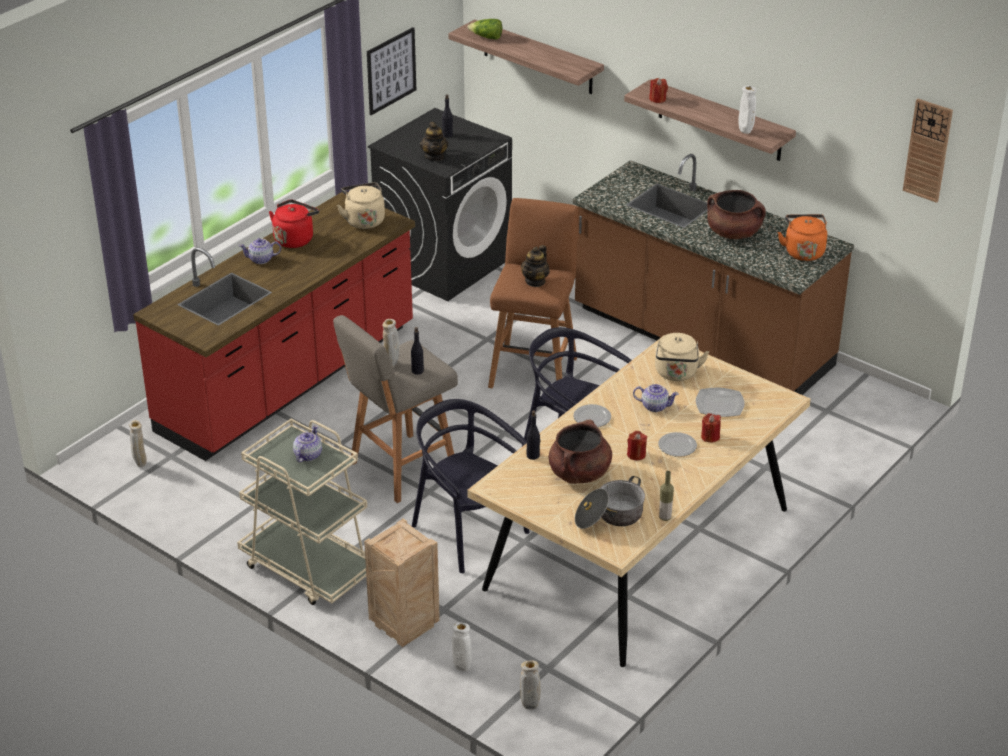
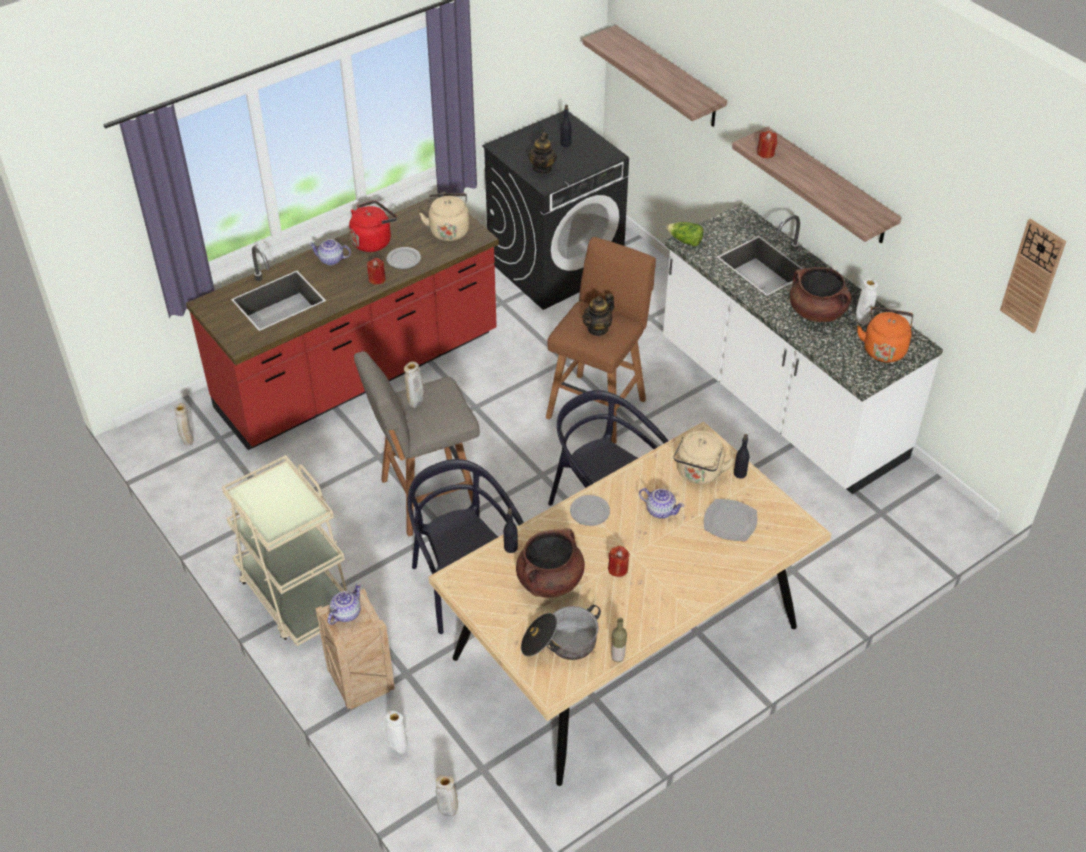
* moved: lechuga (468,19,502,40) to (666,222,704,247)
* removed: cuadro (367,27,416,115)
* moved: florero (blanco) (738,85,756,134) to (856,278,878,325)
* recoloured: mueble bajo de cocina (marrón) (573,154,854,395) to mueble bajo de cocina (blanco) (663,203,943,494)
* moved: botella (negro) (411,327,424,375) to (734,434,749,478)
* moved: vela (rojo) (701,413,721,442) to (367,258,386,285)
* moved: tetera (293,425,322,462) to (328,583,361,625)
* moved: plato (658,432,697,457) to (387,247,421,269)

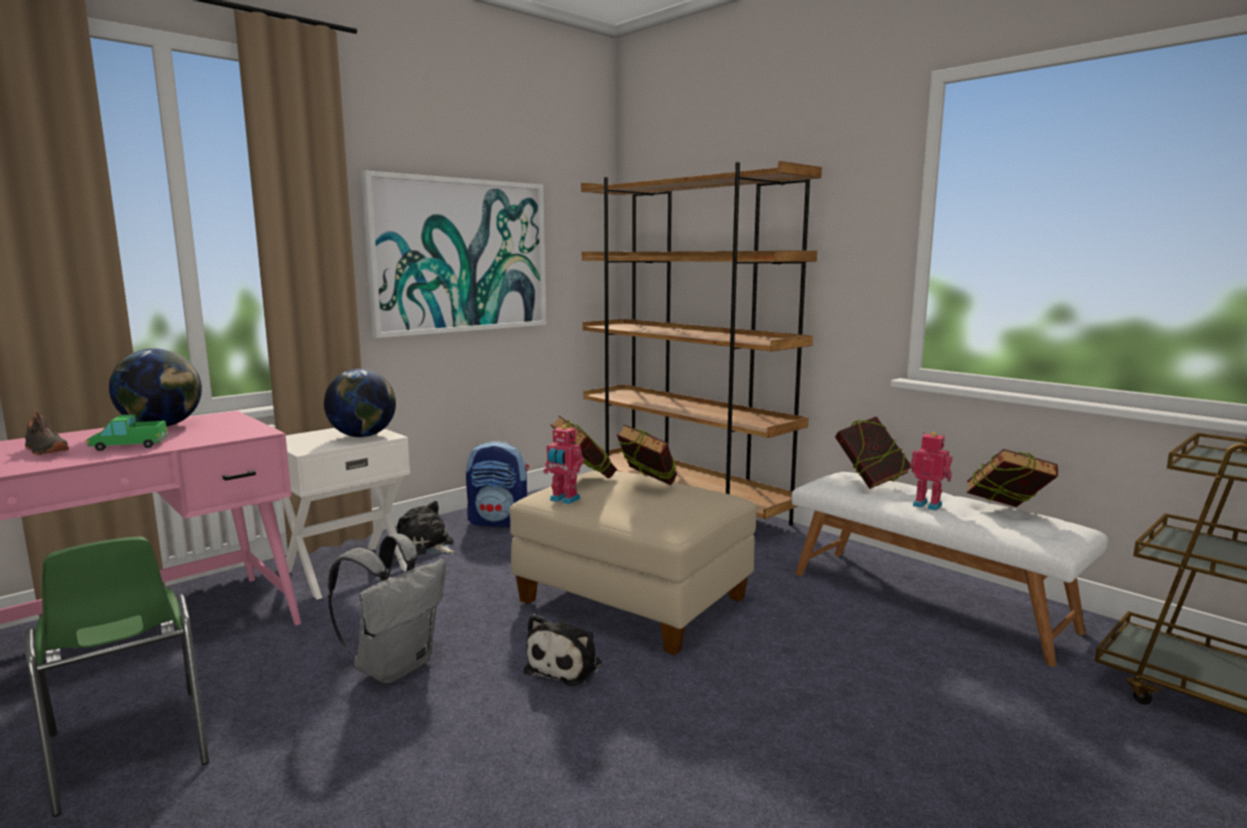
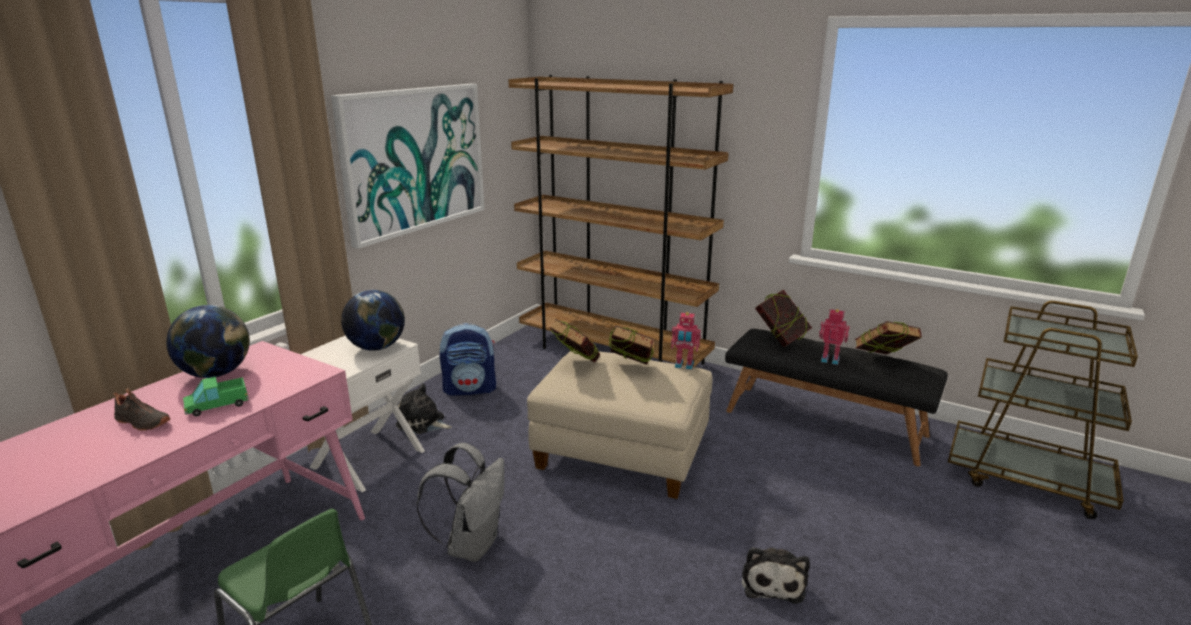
* moved: robot de juguete (543,425,584,504) to (671,312,701,370)
* recoloured: banco (blanco) (792,472,1108,667) to banco (negro) (725,329,948,466)
* moved: peluche (524,614,602,686) to (742,547,810,604)

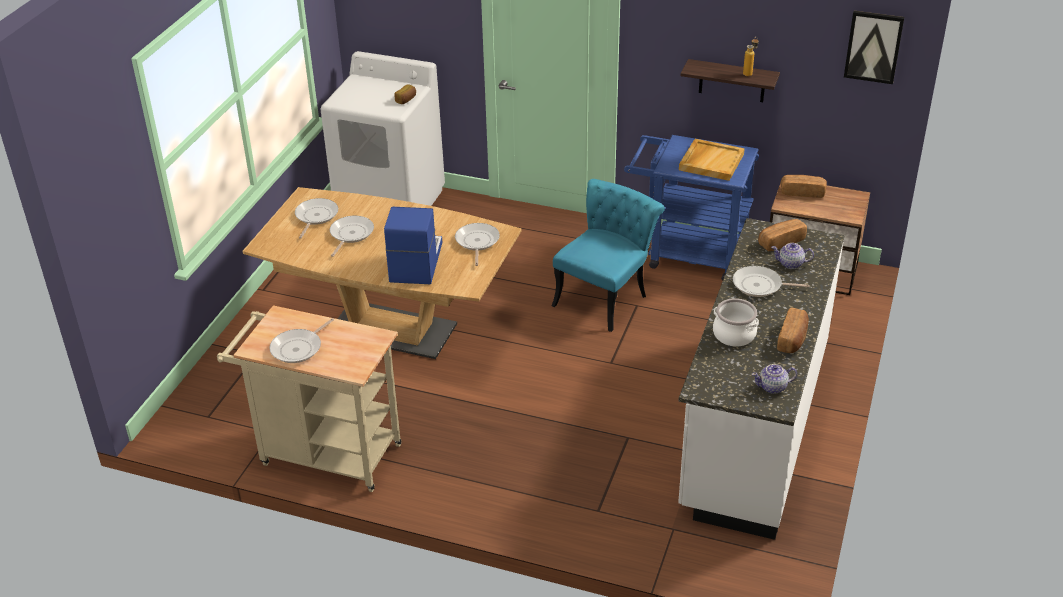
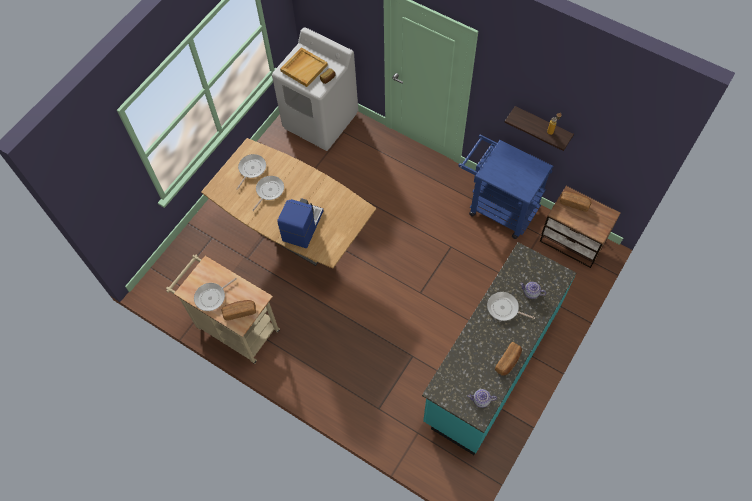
* removed: cuadro (844,11,904,84)
* moved: bandeja (beis) (679,139,745,181) to (280,47,328,87)
* removed: silla (turquesa) (552,179,665,332)
* recoloured: mueble bajo de cocina (blanco) (678,218,844,540) to mueble bajo de cocina (turquesa) (422,242,576,455)
* moved: pan (758,219,807,251) to (221,300,256,321)
* removed: sartén (455,223,500,266)
* removed: olla (713,298,759,346)

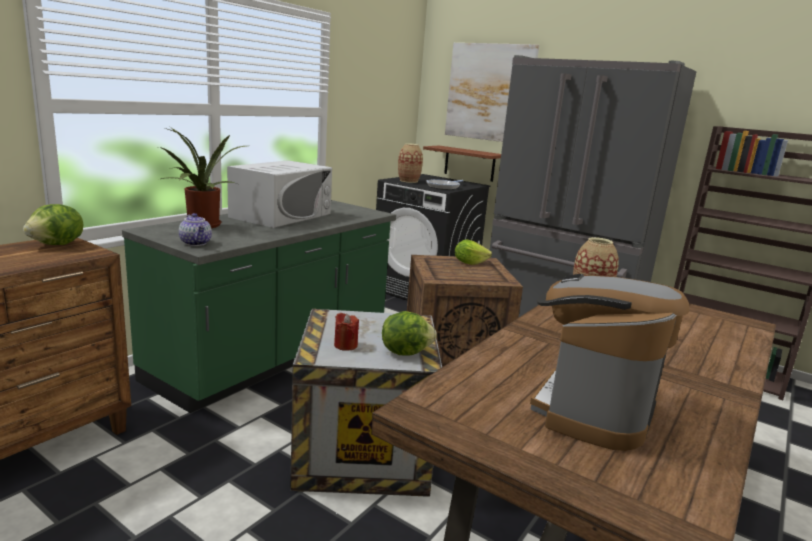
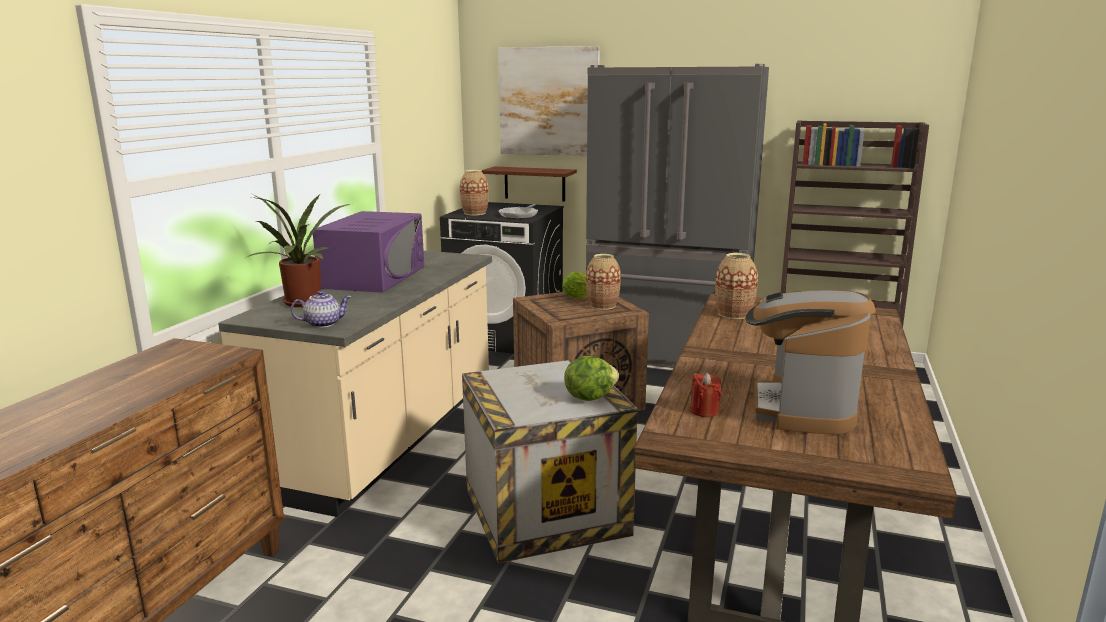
* recoloured: microondas (blanco) (227,160,332,228) to microondas (morado) (313,211,424,293)
* recoloured: mueble bajo de cocina (verde) (122,200,396,413) to mueble bajo de cocina (beis) (218,251,492,517)
* removed: lechuga (23,204,83,245)
* turned: tetera (179,213,212,246) = (291,290,351,328) 60 degrees counterclockwise
* moved: vela (rojo) (334,313,359,351) to (690,372,721,417)
* added: florero (586,254,621,310)

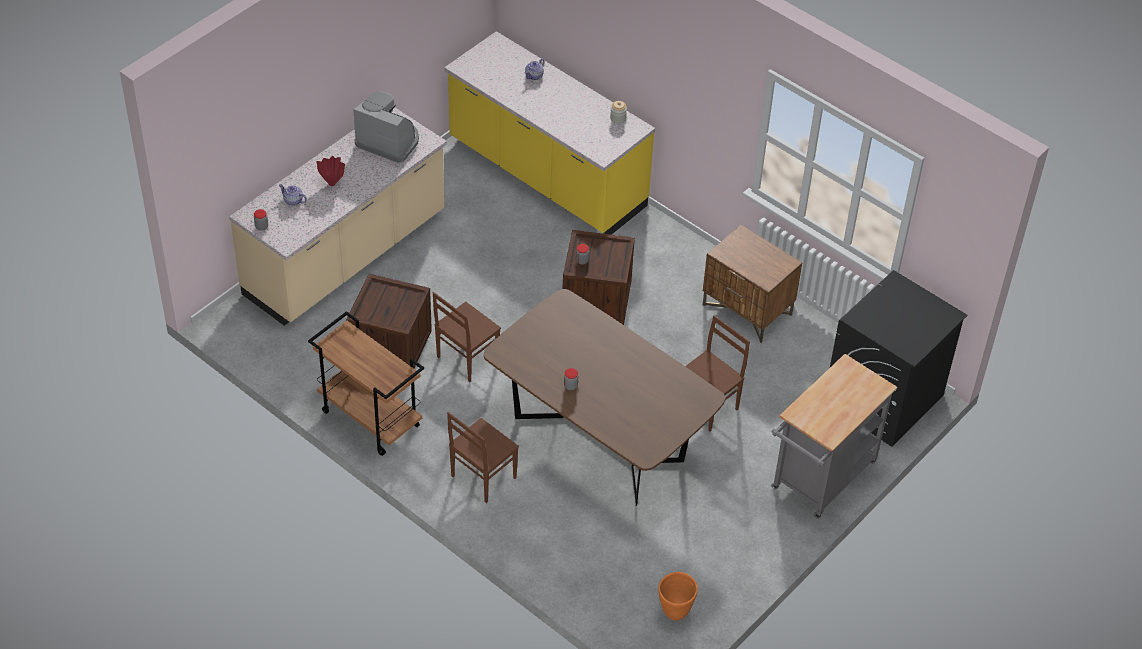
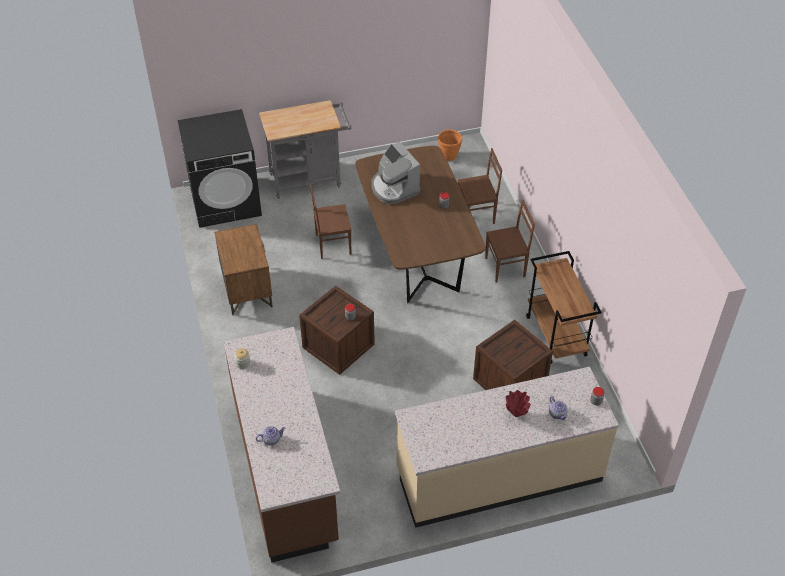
* recoloured: mueble bajo de cocina (amarillo) (444,31,655,235) to mueble bajo de cocina (marrón) (224,327,340,563)
* moved: cafetera (354,92,419,163) to (371,142,420,204)
* moved: silla (marrón) (433,292,501,382) to (458,148,502,224)

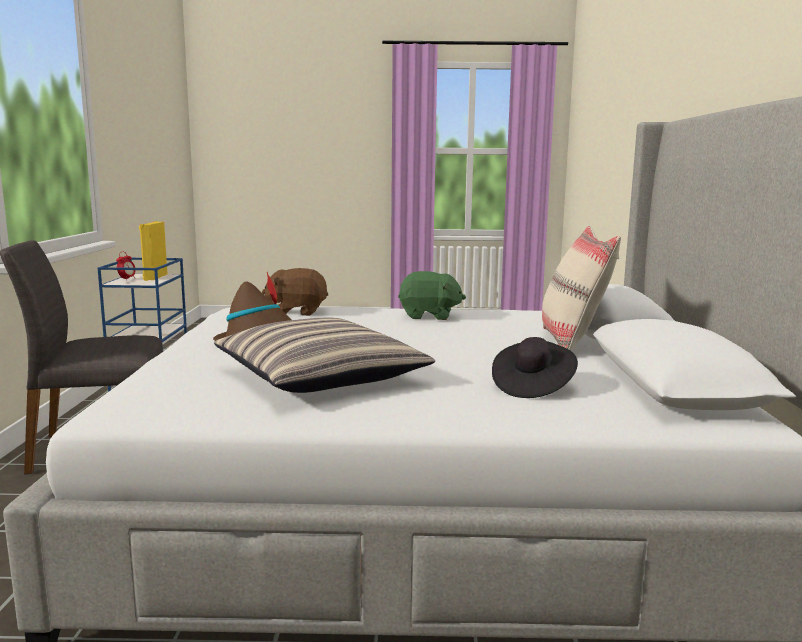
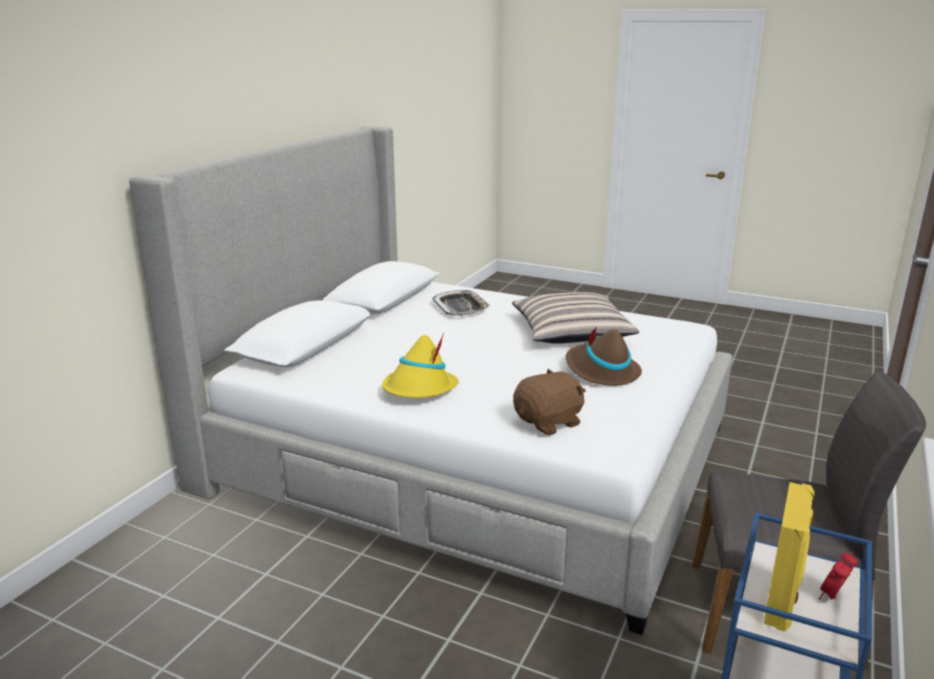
* removed: cojín (beis) (542,226,621,351)
* turned: peluche (marrón) (262,268,328,316) = (513,369,586,436) 60 degrees counterclockwise
* replaced: peluche (verde) (398,271,466,320) to sombrero (amarillo) (382,333,459,398)
* replaced: sombrero (negro) (492,337,578,398) to bandeja (432,290,491,316)

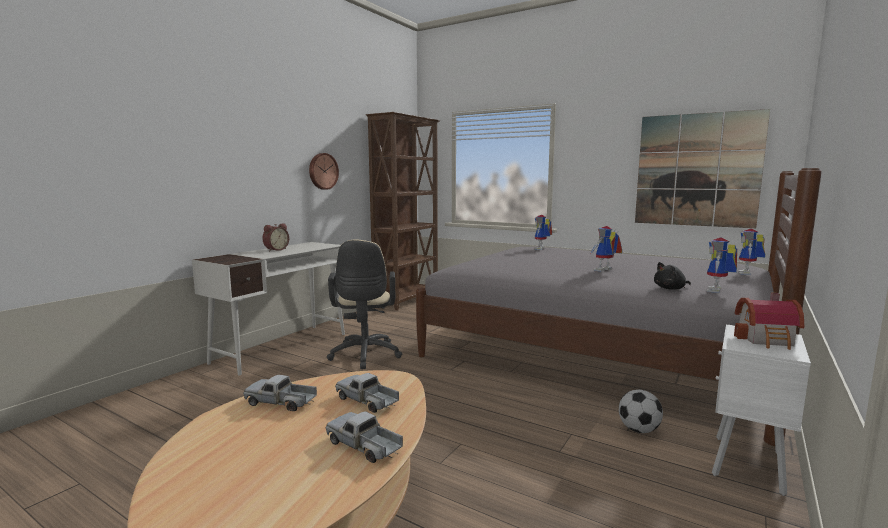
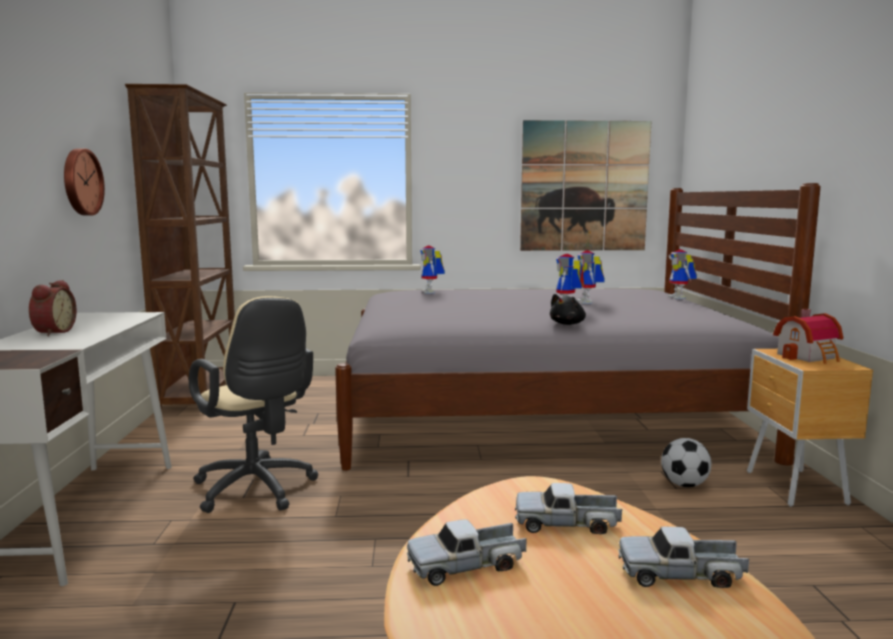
* moved: robot de juguete (707,238,737,293) to (577,250,605,304)
* moved: peluche (negro) (654,262,691,290) to (550,294,586,325)
* recoloured: mesita de noche (blanco) (712,325,811,496) to mesita de noche (marrón) (747,349,873,507)

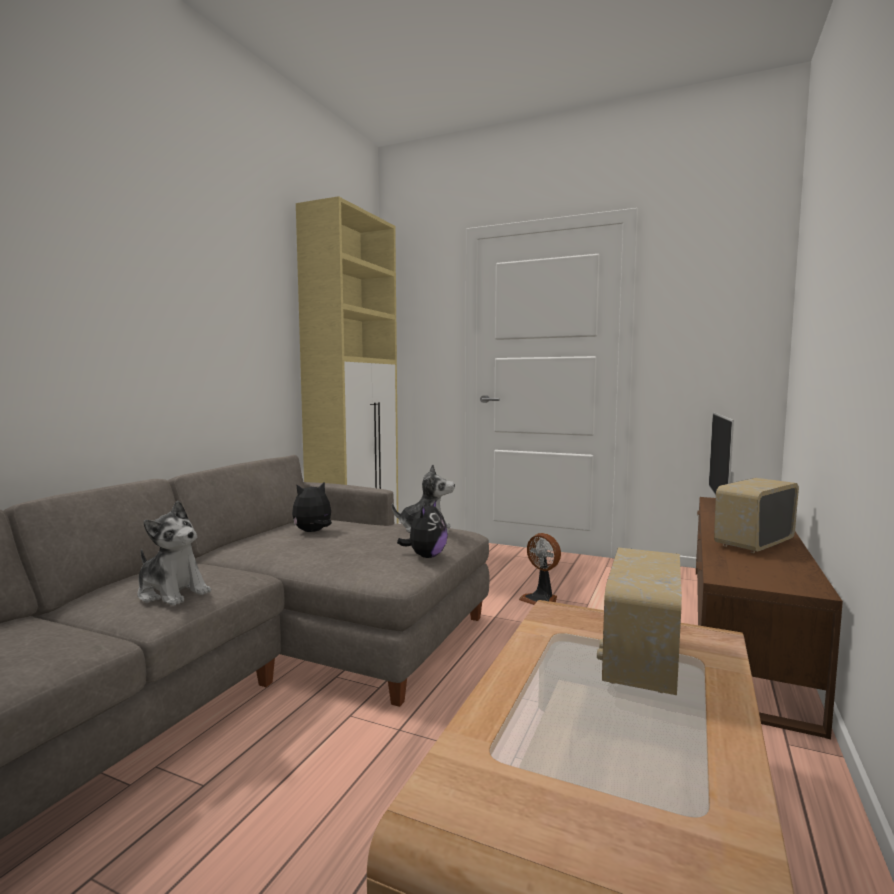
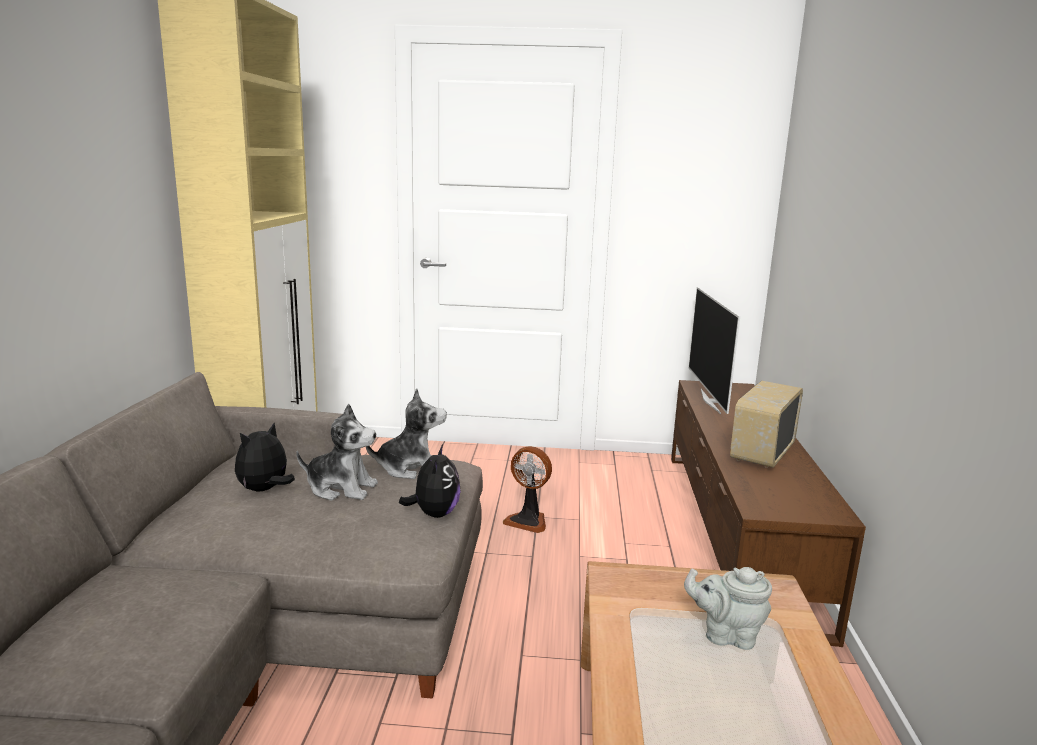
* moved: peluche (137,501,211,606) to (296,404,378,501)
* replaced: radio (597,547,682,695) to tetera (gris) (684,567,772,650)

